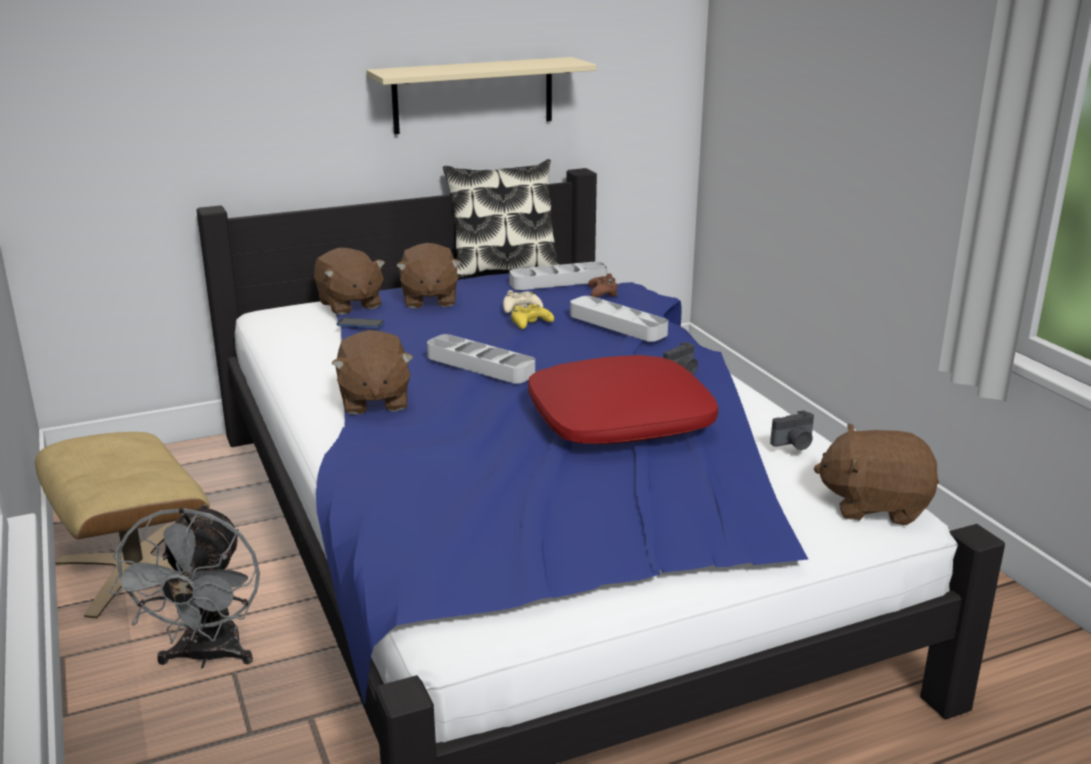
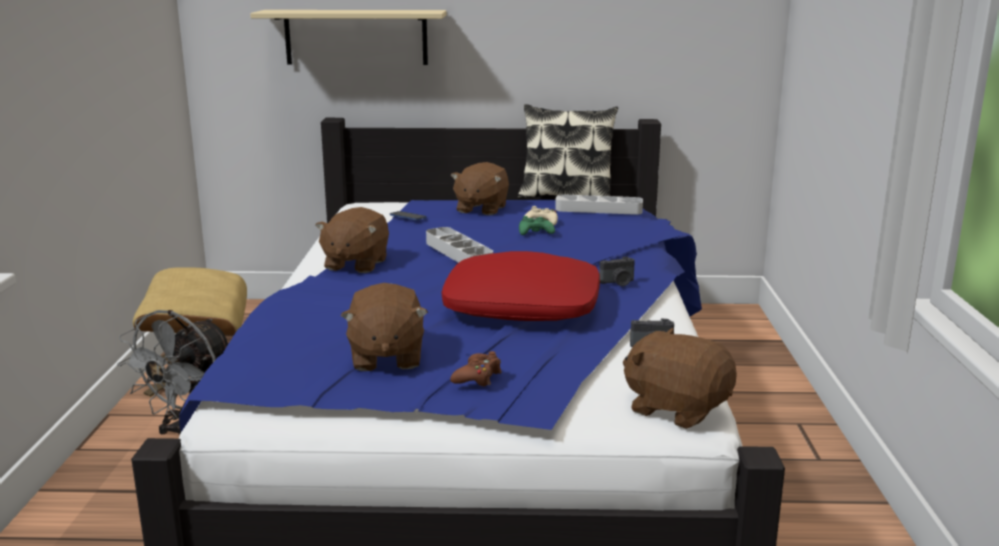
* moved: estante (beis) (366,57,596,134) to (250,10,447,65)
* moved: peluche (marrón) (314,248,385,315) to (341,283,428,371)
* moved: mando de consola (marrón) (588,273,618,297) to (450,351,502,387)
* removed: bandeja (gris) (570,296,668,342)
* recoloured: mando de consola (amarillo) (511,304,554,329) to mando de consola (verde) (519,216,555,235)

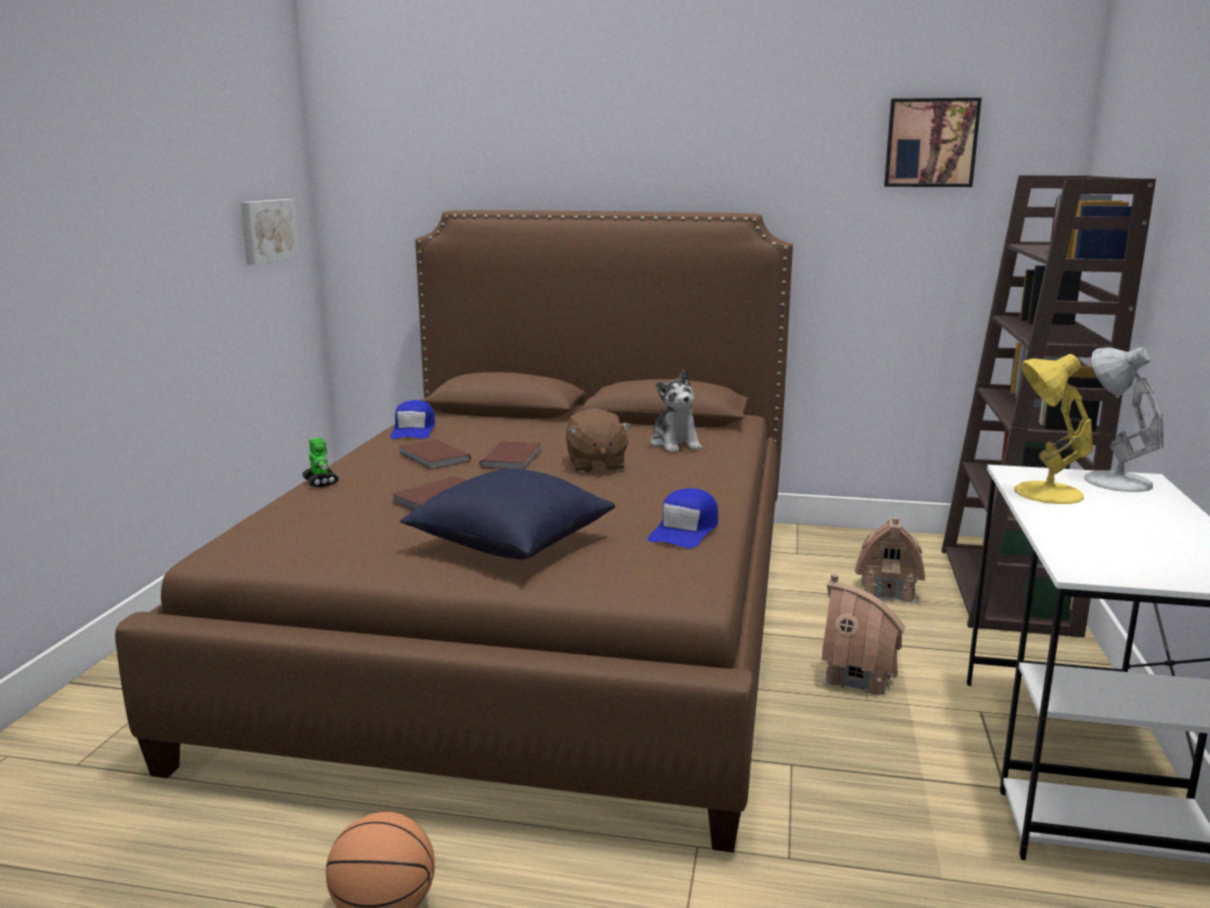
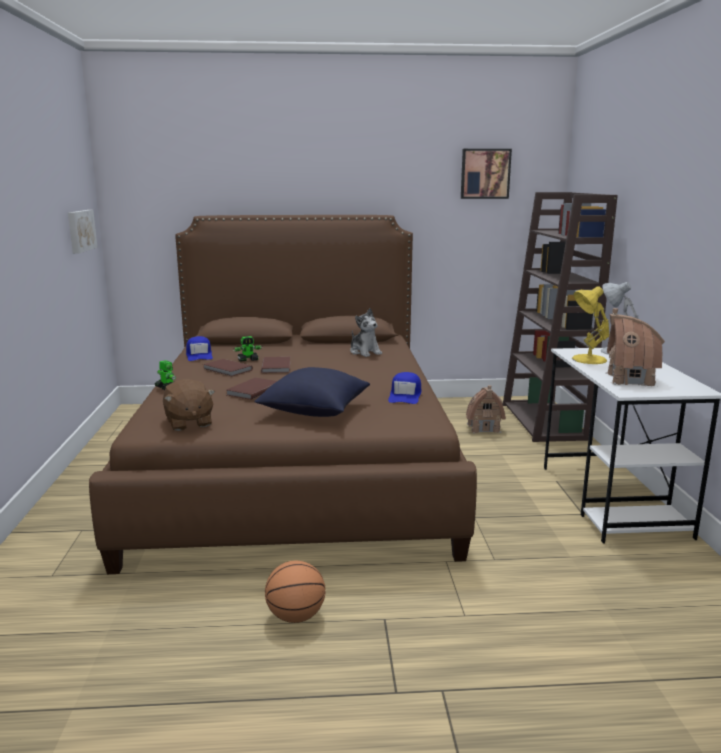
* moved: peluche (marrón) (566,408,632,473) to (163,379,215,431)
* moved: casita (822,574,906,697) to (605,308,665,386)
* added: robot de juguete (233,336,262,362)

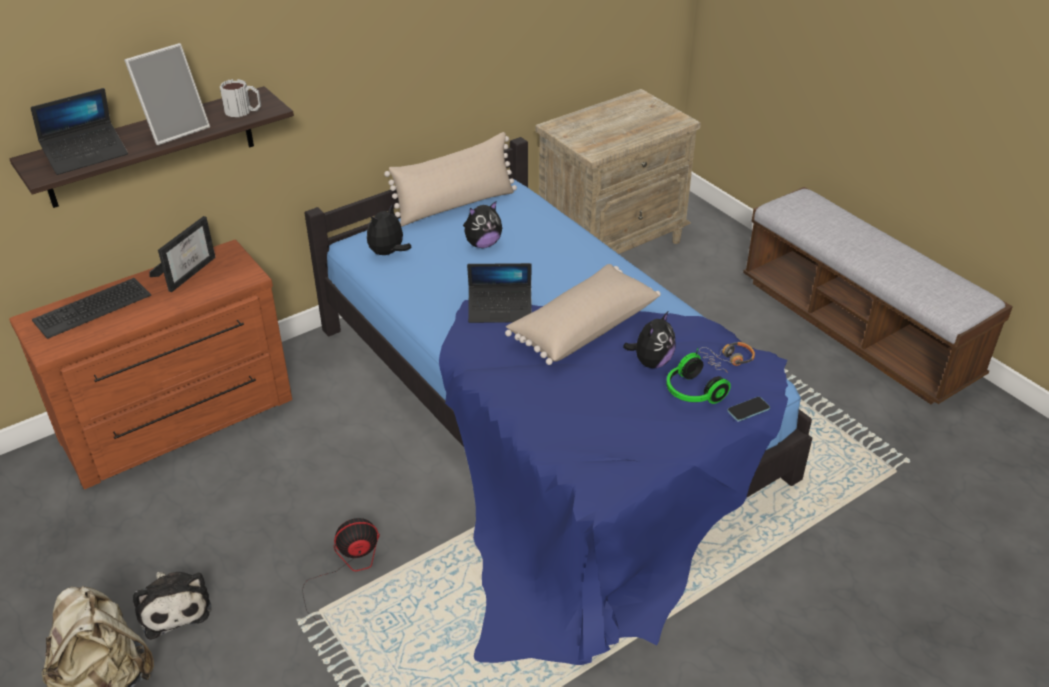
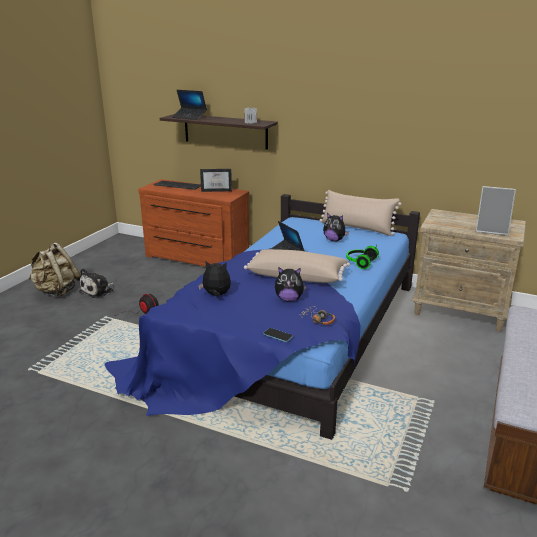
* moved: portarretratos (124,43,210,145) to (476,186,516,236)
* moved: peluche (367,205,412,255) to (198,261,231,297)
* moved: auriculares (666,348,731,404) to (346,244,379,269)

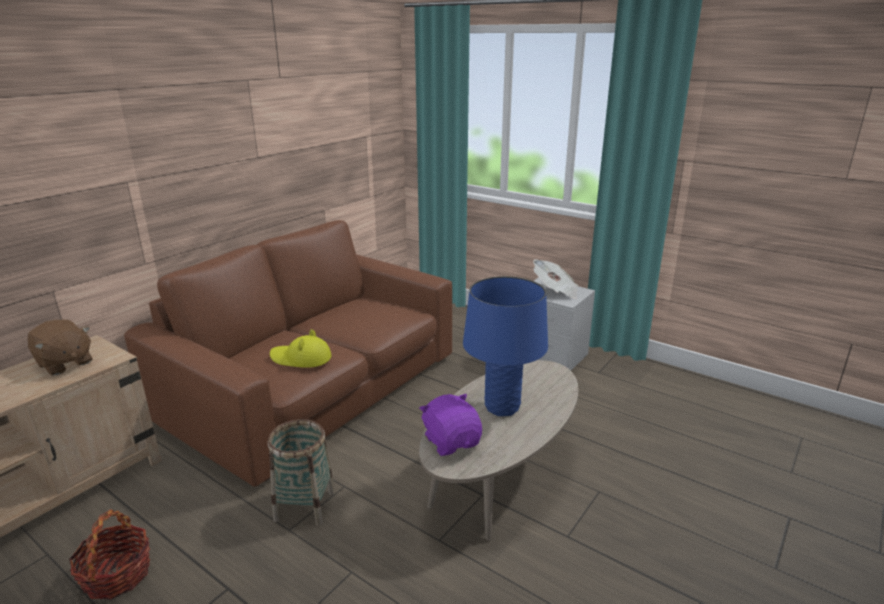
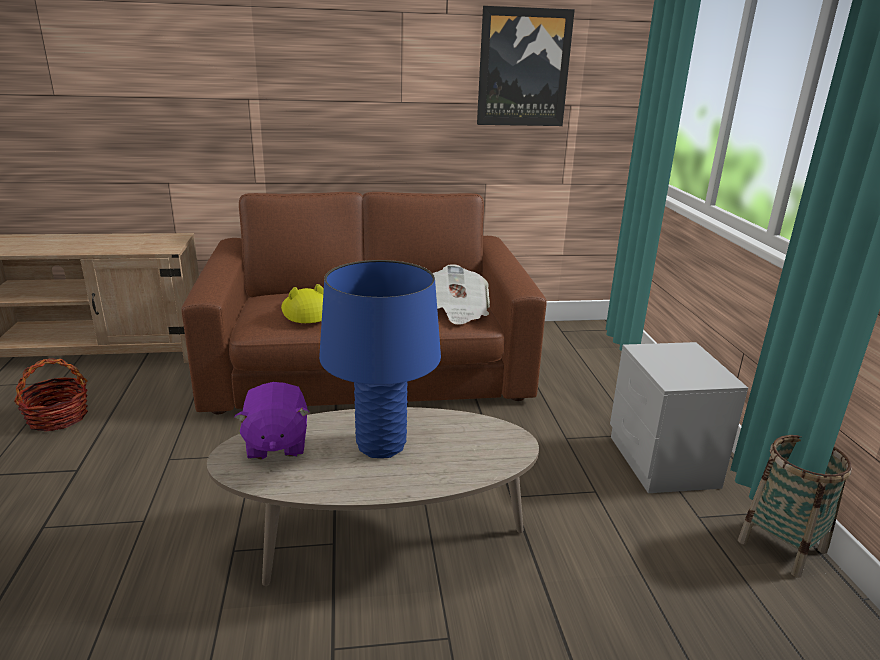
* moved: periódico (533,259,578,299) to (433,264,490,325)
* removed: peluche (marrón) (27,320,92,375)
* turned: peluche (morado) (419,394,482,456) = (234,382,309,460) 150 degrees clockwise
* moved: cesta (268,419,335,526) to (738,435,851,578)
* added: cuadro (477,6,575,126)

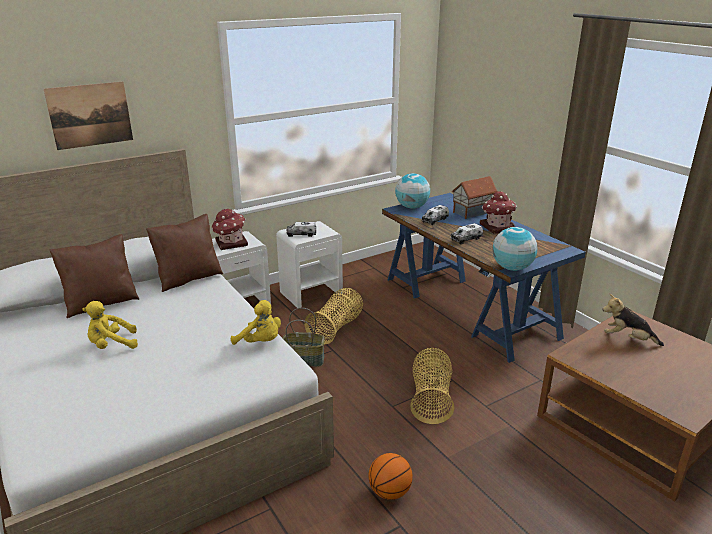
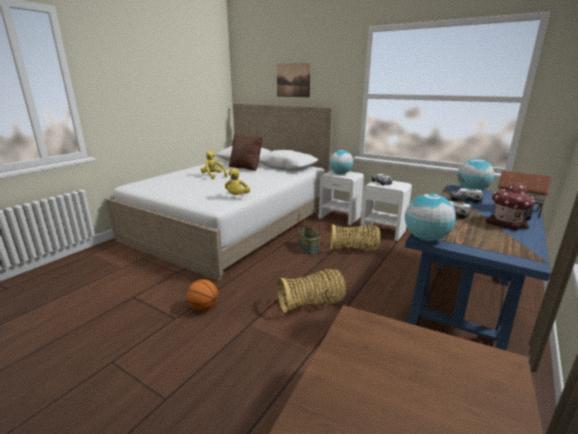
* replaced: casita (212,208,248,250) to globo terráqueo (329,150,353,174)
* removed: cojín (marrón) (146,214,223,292)
* removed: peluche (602,294,664,346)

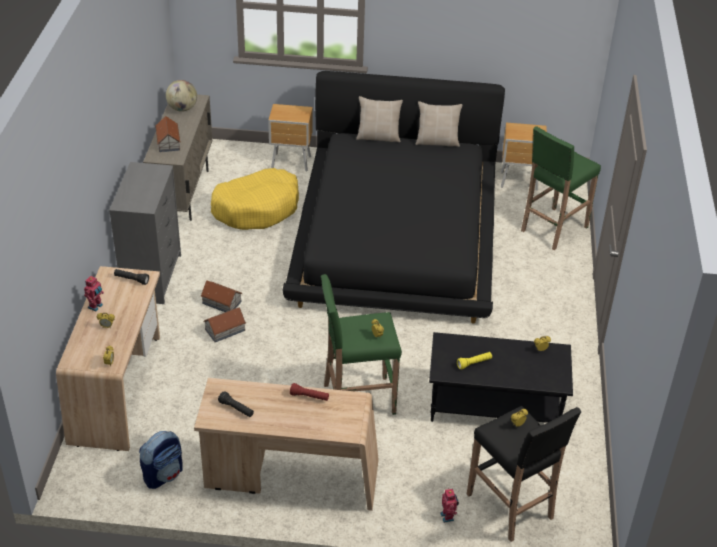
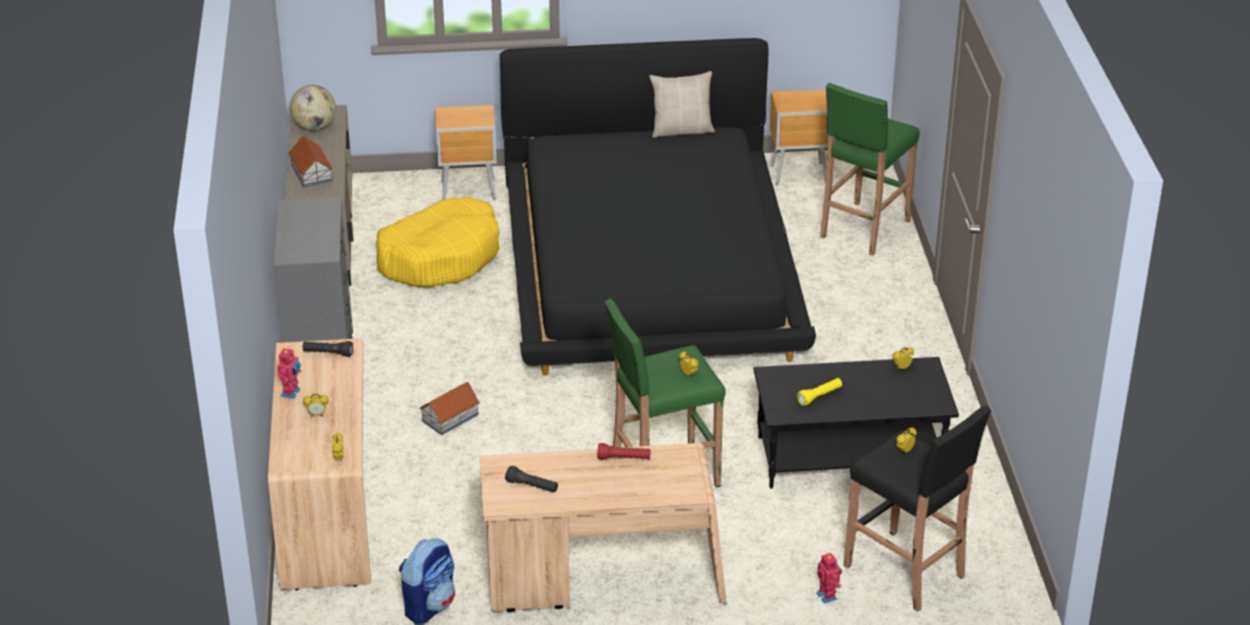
* removed: cojín (beis) (356,96,403,142)
* removed: casita (200,281,243,312)

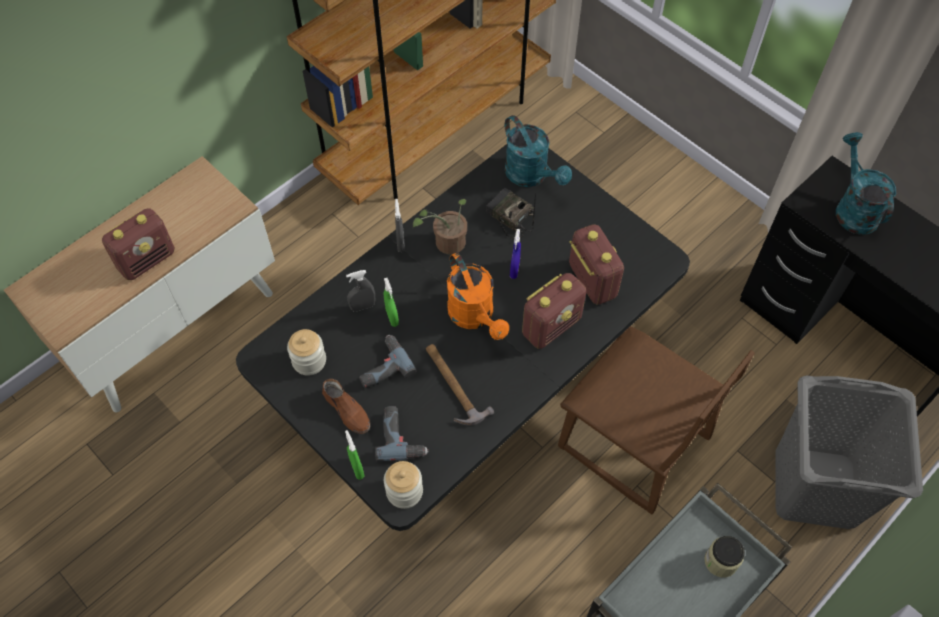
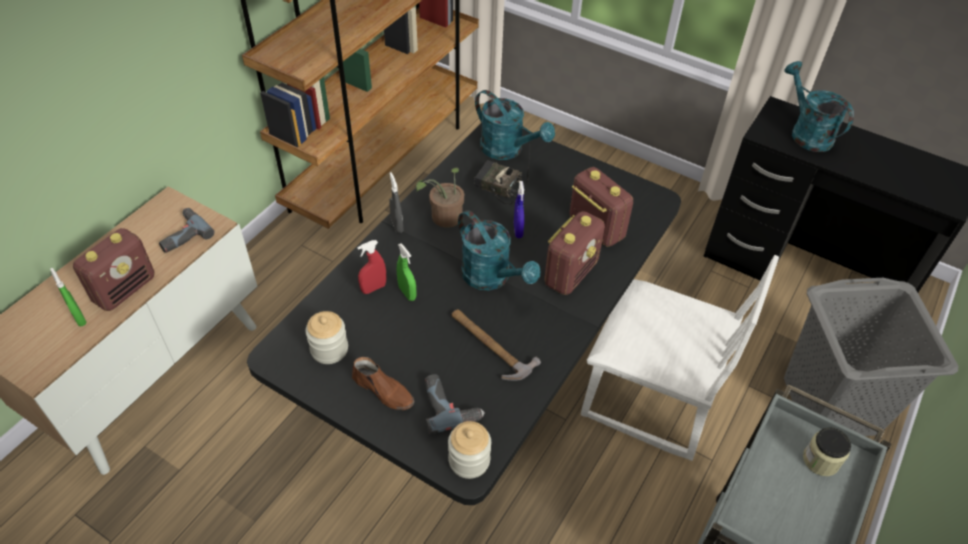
* recoloured: regadera (naranja) (447,252,509,340) to regadera (turquesa) (458,210,540,291)
* recoloured: pulverizador (gris) (346,270,375,312) to pulverizador (rojo) (357,240,386,294)
* recoloured: silla (marrón) (558,326,755,515) to silla (blanco) (581,255,779,461)
* moved: taladro (359,335,417,388) to (159,208,214,253)
* moved: pulverizador (verde) (345,430,365,480) to (50,268,87,326)

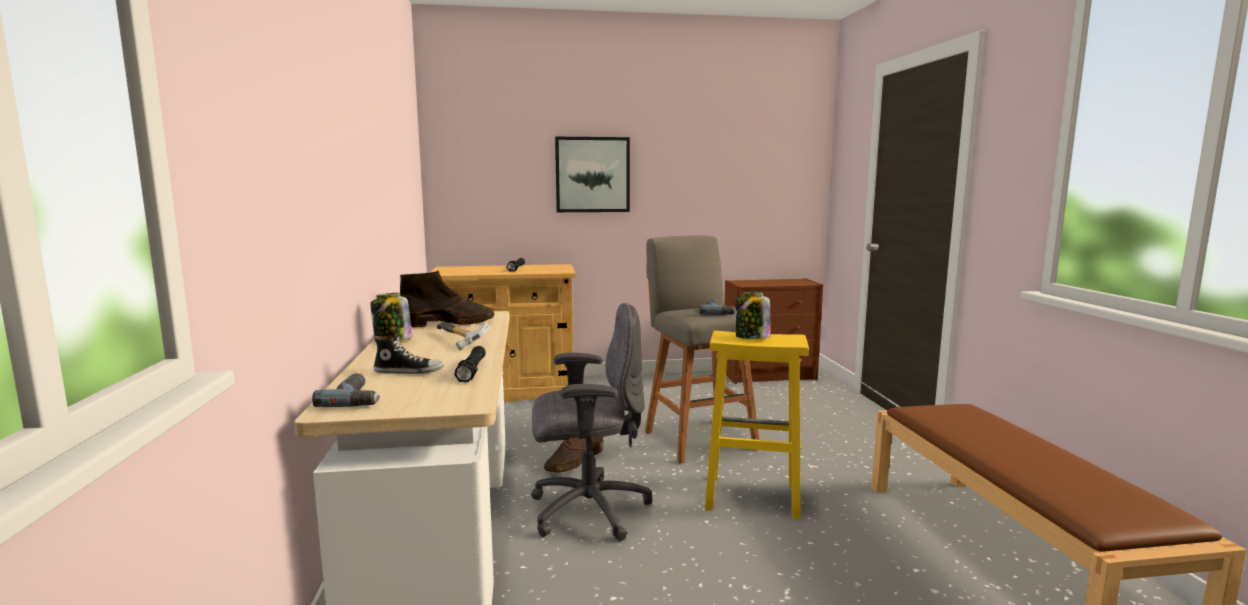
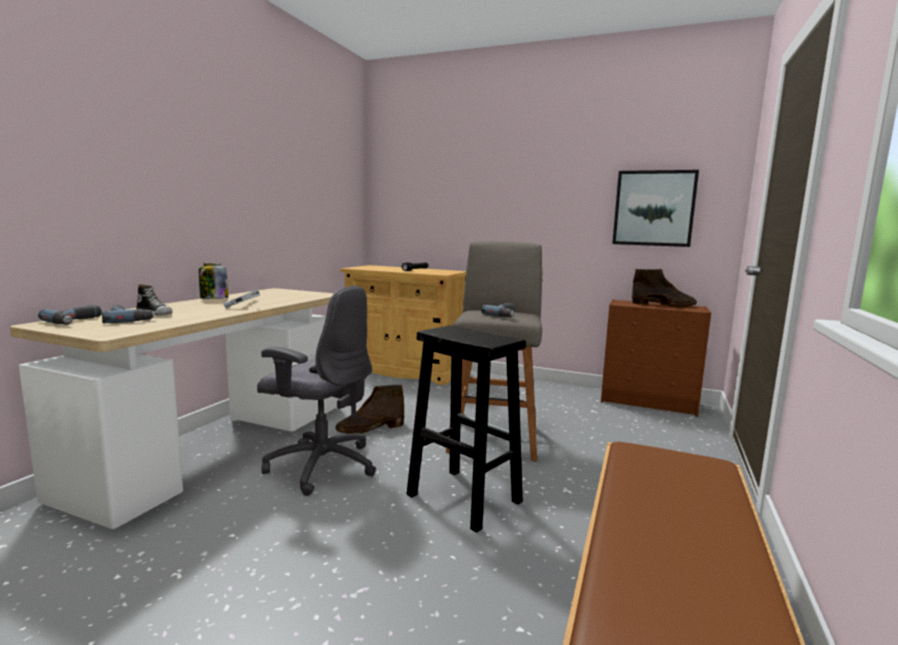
* moved: cuadro (555,137,630,212) to (612,170,699,247)
* moved: bota (marrón) (400,271,494,327) to (632,269,697,307)
* removed: tarro (735,292,770,339)
* recoloured: taburete (amarillo) (705,331,809,519) to taburete (negro) (407,325,526,533)
* removed: linterna (negro) (454,346,486,382)
* added: taladro (102,305,155,323)

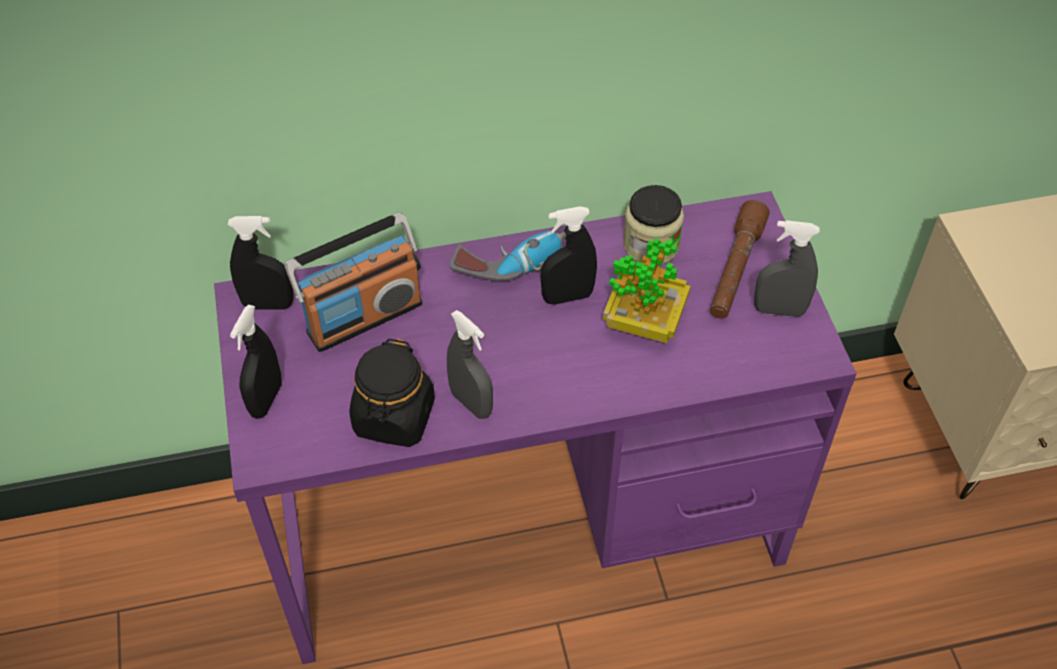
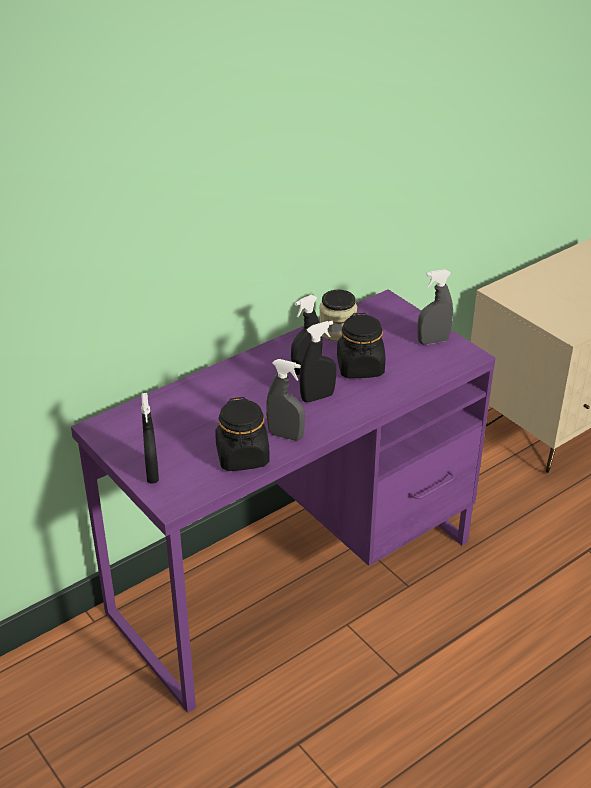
* removed: linterna (marrón) (710,200,770,319)
* removed: radio (285,212,422,352)
* moved: pulverizador (negro) (228,216,293,310) to (299,321,336,402)
* removed: taladro (450,231,566,281)
* replaced: planta en maceta (603,238,690,343) to tarro (negro) (337,313,385,378)

